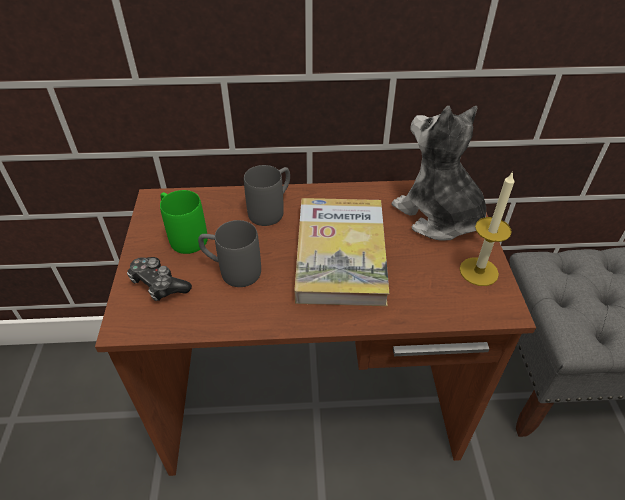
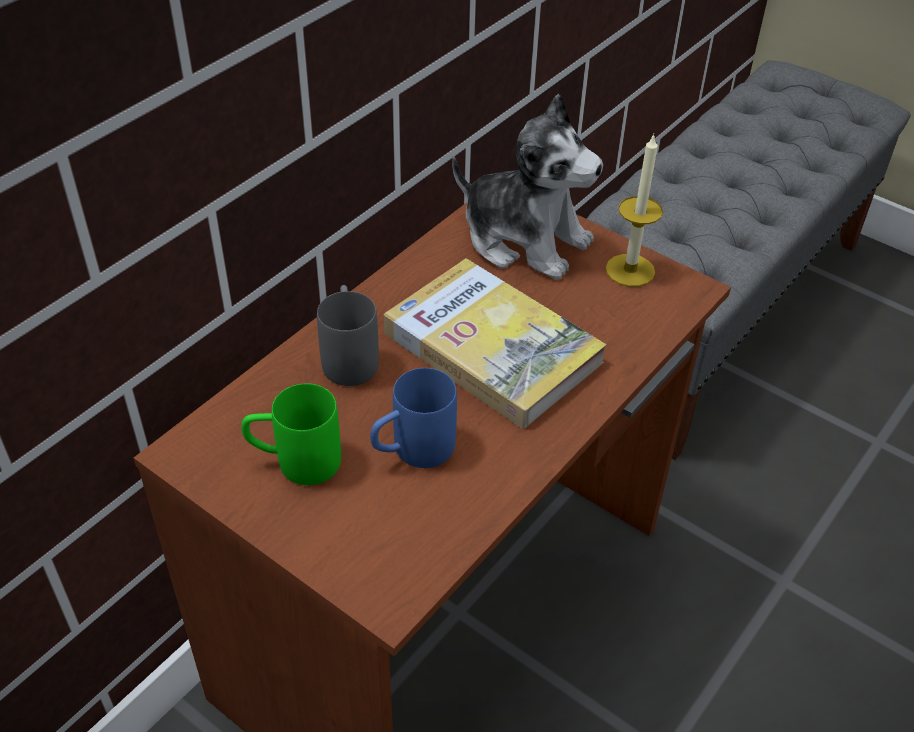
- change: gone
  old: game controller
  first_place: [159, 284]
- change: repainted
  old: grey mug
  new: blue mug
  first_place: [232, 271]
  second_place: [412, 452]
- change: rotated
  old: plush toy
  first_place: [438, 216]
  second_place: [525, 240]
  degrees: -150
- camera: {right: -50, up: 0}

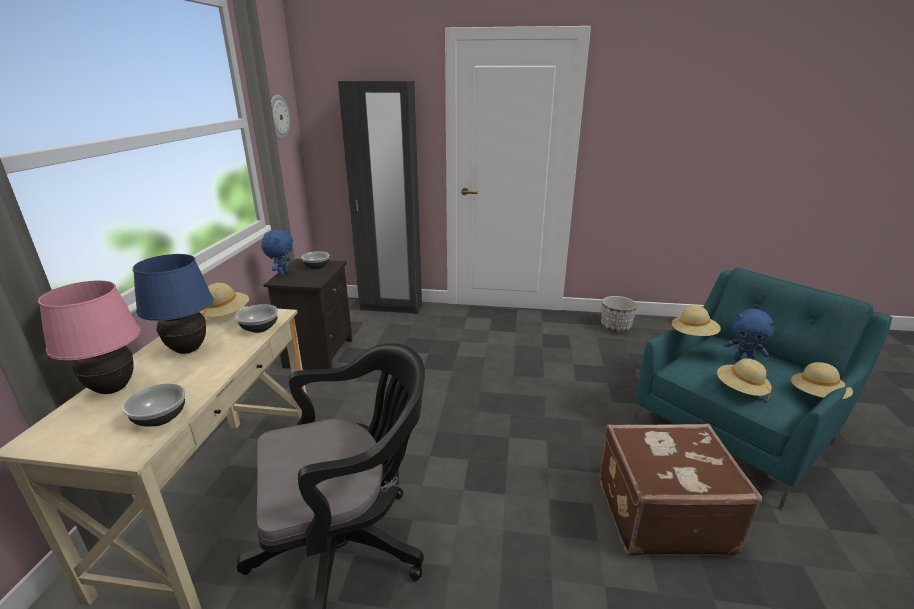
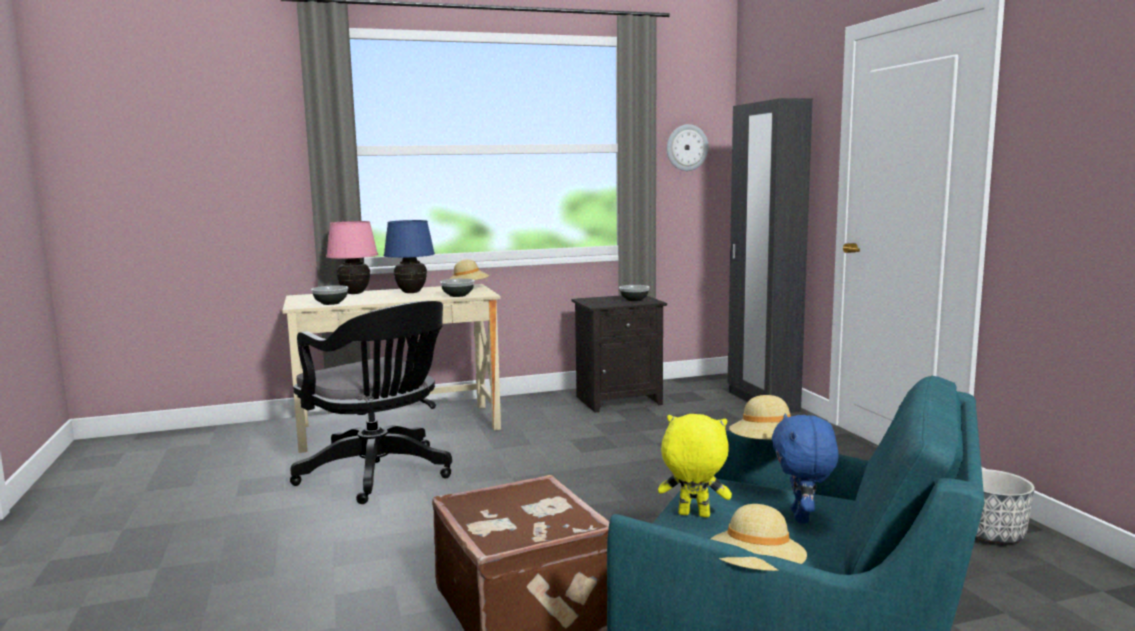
- change: gone
  old: blue plush toy
  first_place: [282, 274]
- change: swapped
  old: beige hat
  new: yellow plush toy
  first_place: [740, 390]
  second_place: [693, 515]
- camera: {right: 65, up: -15}

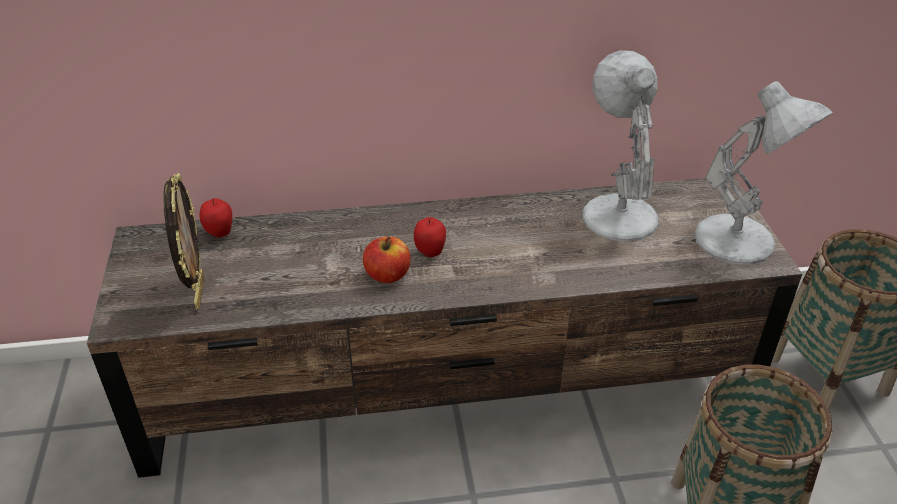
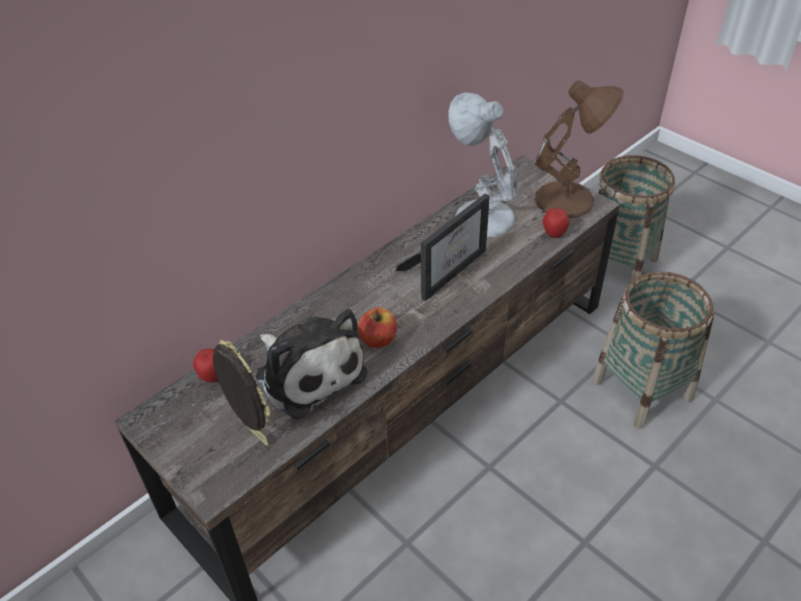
- change: shifted
  old: apple
  first_place: [430, 252]
  second_place: [554, 234]
- change: repainted
  old: white table lamp
  new: brown table lamp
  first_place: [738, 241]
  second_place: [567, 200]
- change: new
  new: plush toy
  second_place: [308, 371]
- change: new
  new: picture frame
  second_place: [447, 269]
- camera: {right: -35, up: 5}

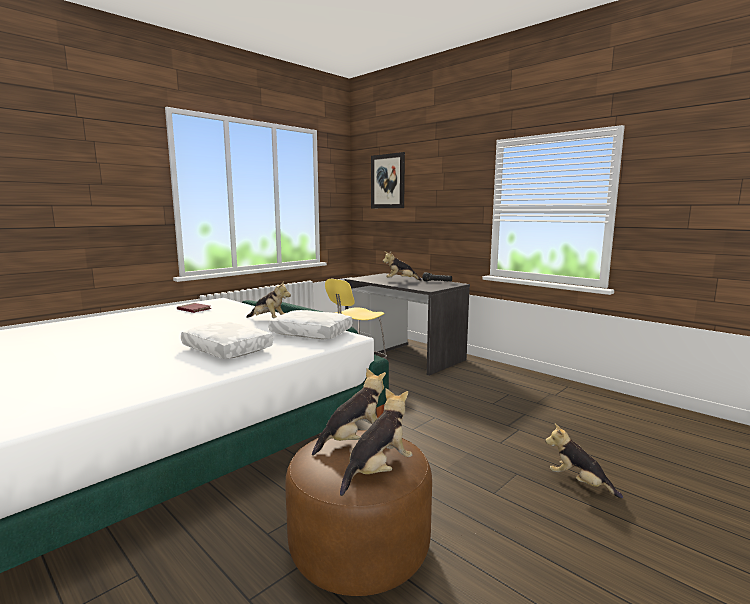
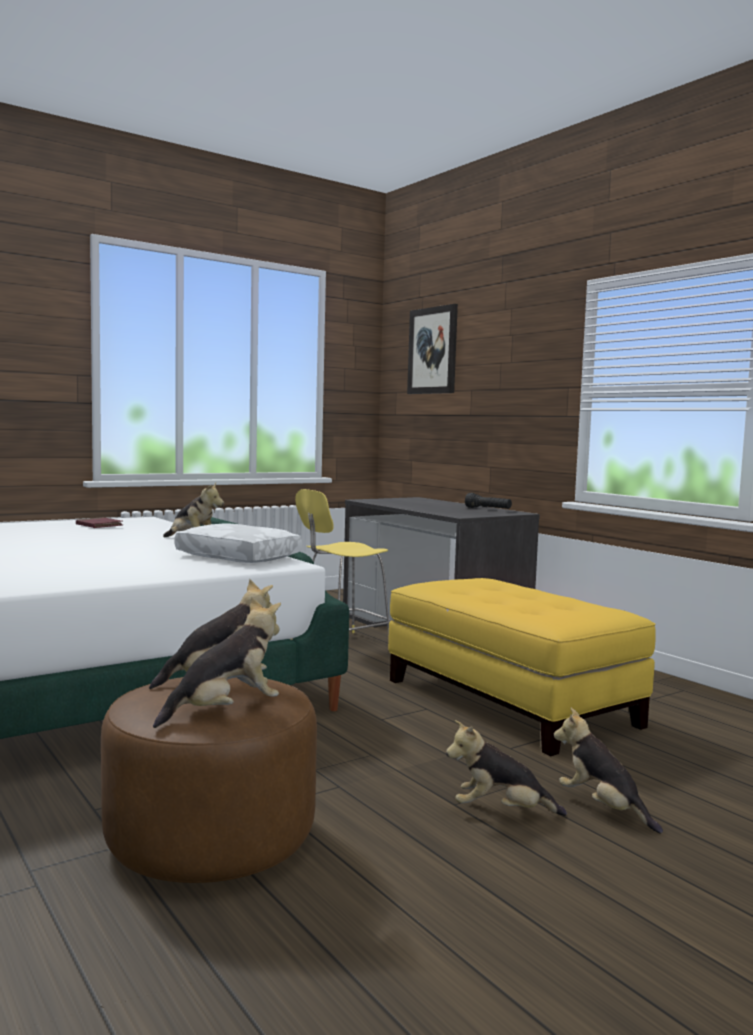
- change: gone
  old: white pillow
  first_place: [225, 349]
- change: shifted
  old: plush toy
  first_place: [400, 281]
  second_place: [501, 811]
- change: new
  new: yellow ottoman
  second_place: [510, 702]
- camera: {right: 10, up: -5}

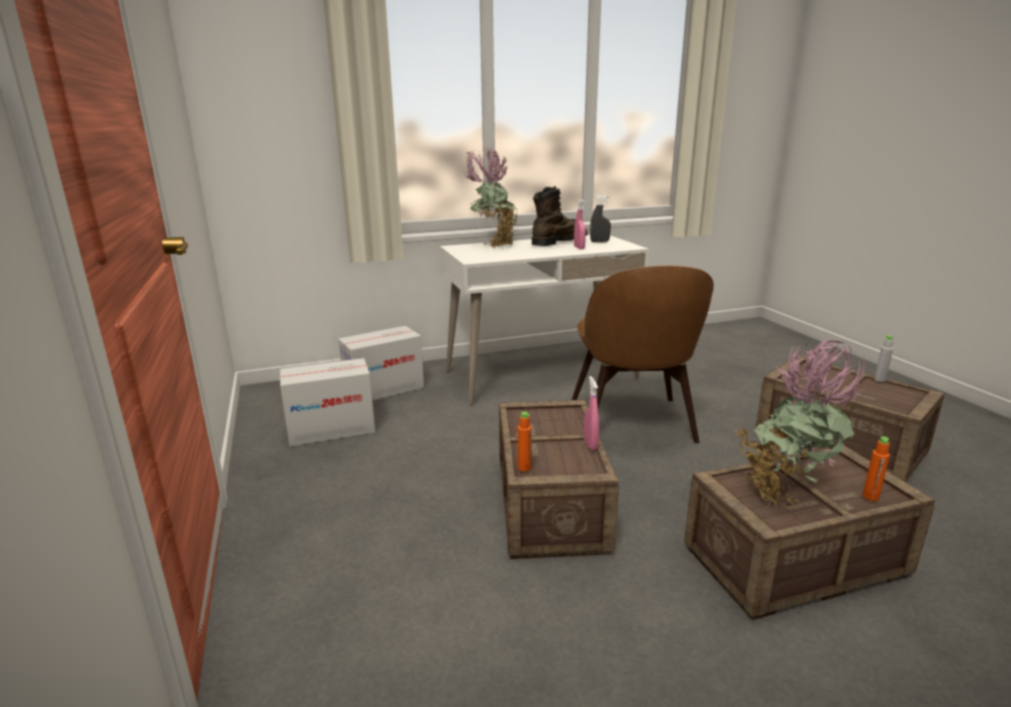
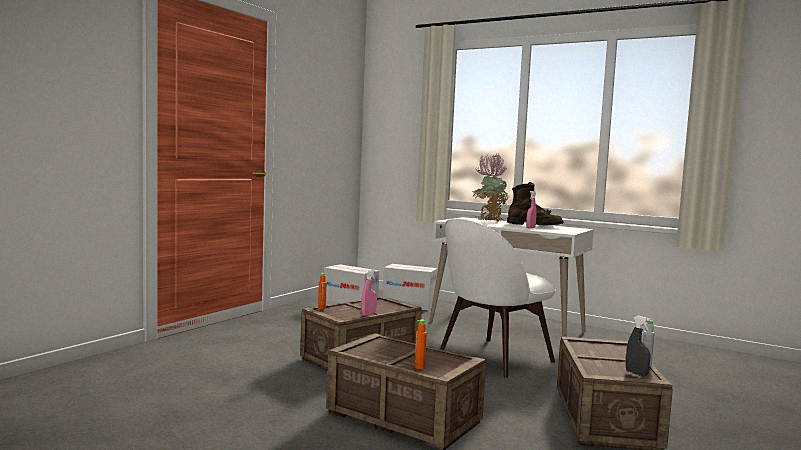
- change: repainted
  old: brown chair
  new: white chair
  first_place: [632, 423]
  second_place: [492, 358]
- change: shifted
  old: grey spray bottle
  first_place: [599, 241]
  second_place: [636, 373]
- change: gone
  old: potted plant
  first_place: [784, 494]
- camera: {right: 50, up: -15}

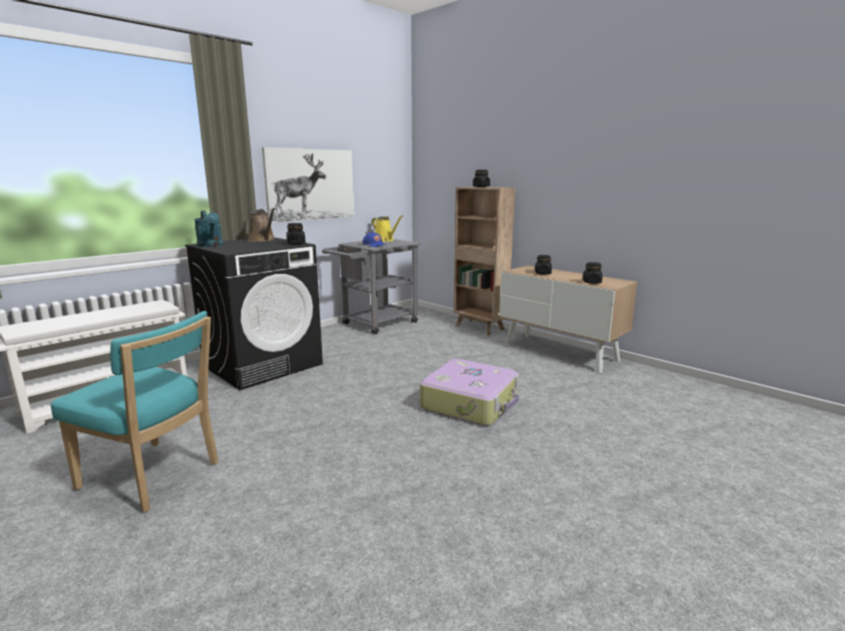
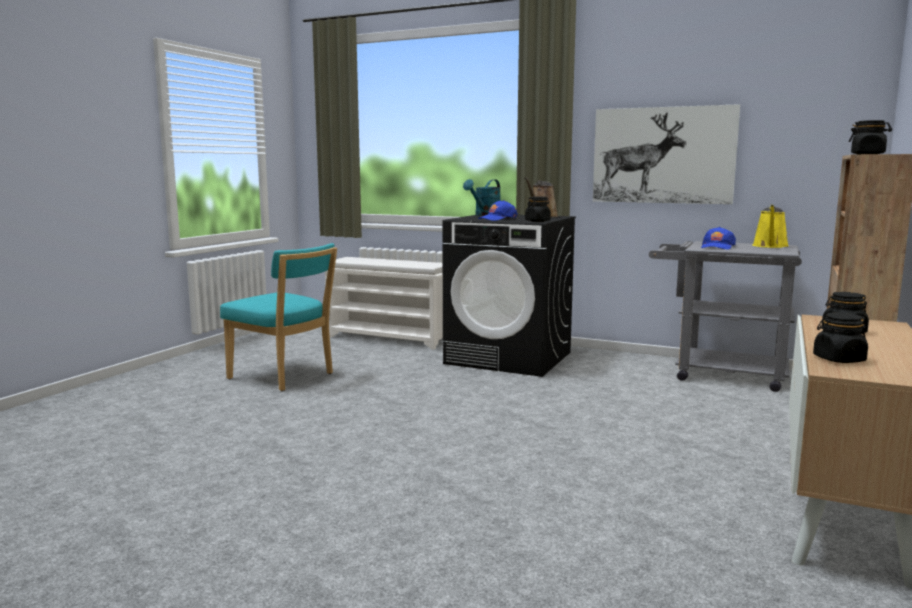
- change: rotated
  old: turquoise chair
  first_place: [154, 477]
  second_place: [284, 377]
  degrees: -60
- change: gone
  old: suitcase
  first_place: [471, 403]
- change: new
  new: blue cap
  second_place: [498, 219]
- camera: {right: 70, up: -5}

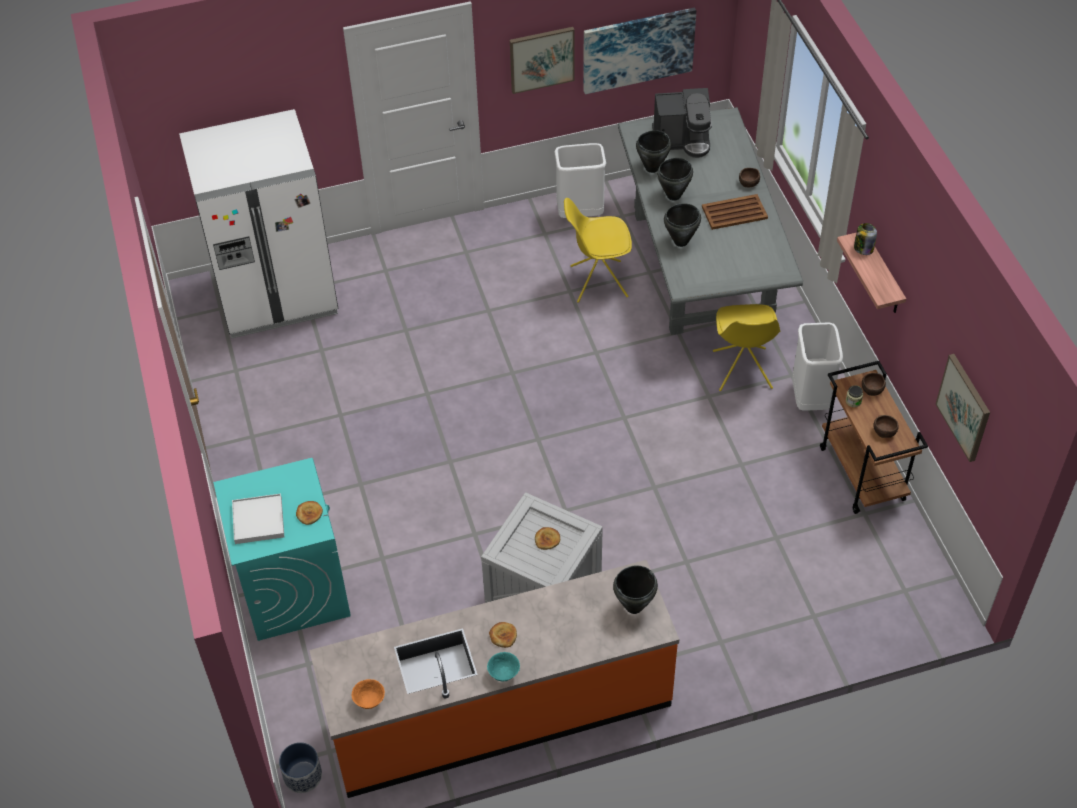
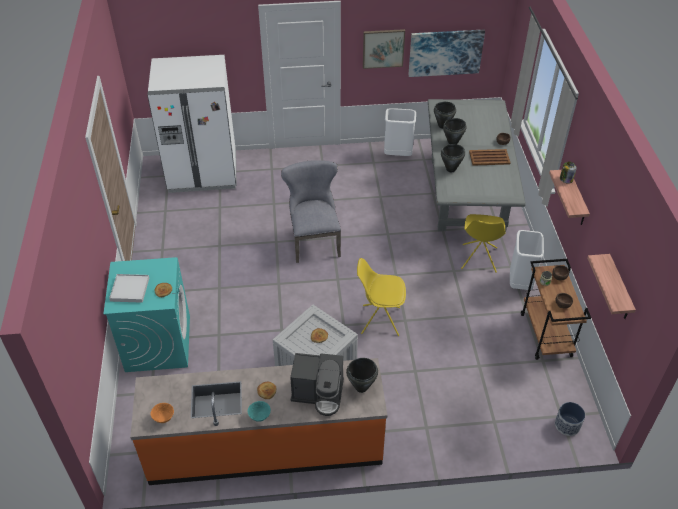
- change: shifted
  old: planter
  first_place: [303, 776]
  second_place: [567, 425]
- change: shifted
  old: yellow chair
  first_place: [597, 281]
  second_place: [379, 320]
- change: shifted
  old: coffee machine
  first_place: [682, 140]
  second_place: [319, 394]
- change: swapped
  old: picture
  new: shelf
  first_place: [964, 407]
  second_place: [619, 289]
- change: new
  new: grey chair
  second_place: [313, 240]
- camera: {right: 10, up: -5}

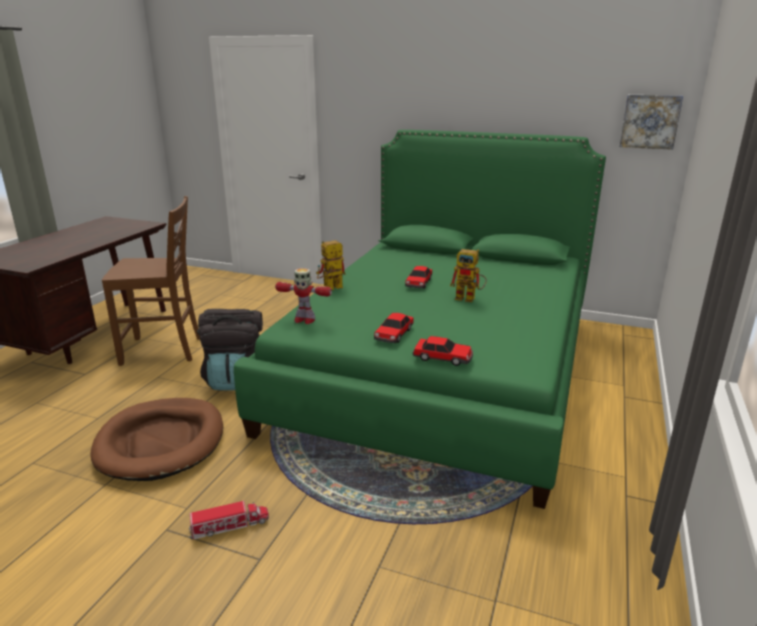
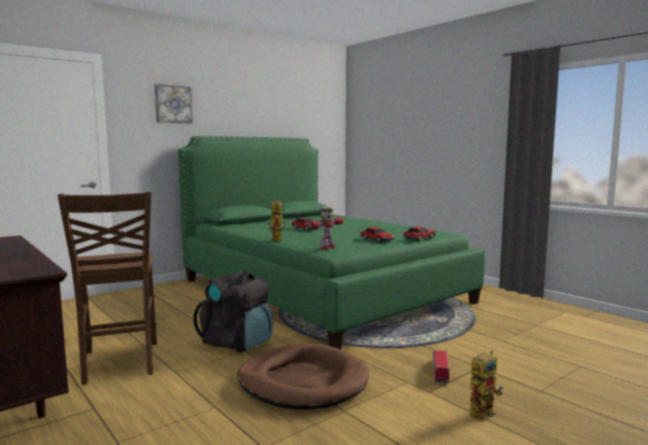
- change: rotated
  old: brown chair
  first_place: [164, 350]
  second_place: [119, 363]
  degrees: 135
- change: shifted
  old: toy robot
  first_place: [469, 298]
  second_place: [483, 411]
- change: shifted
  old: picture
  first_place: [650, 121]
  second_place: [173, 104]
- camera: {right: -60, up: -15}

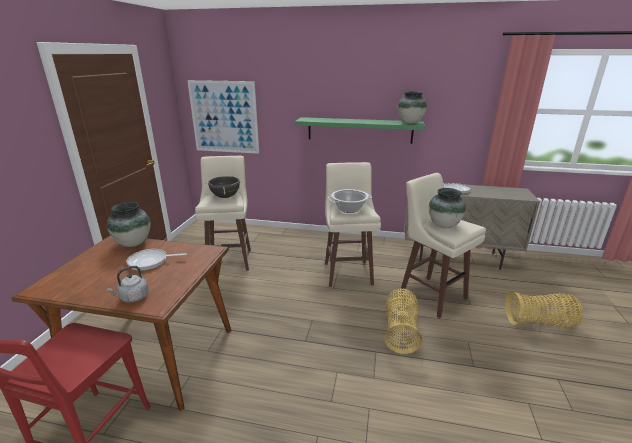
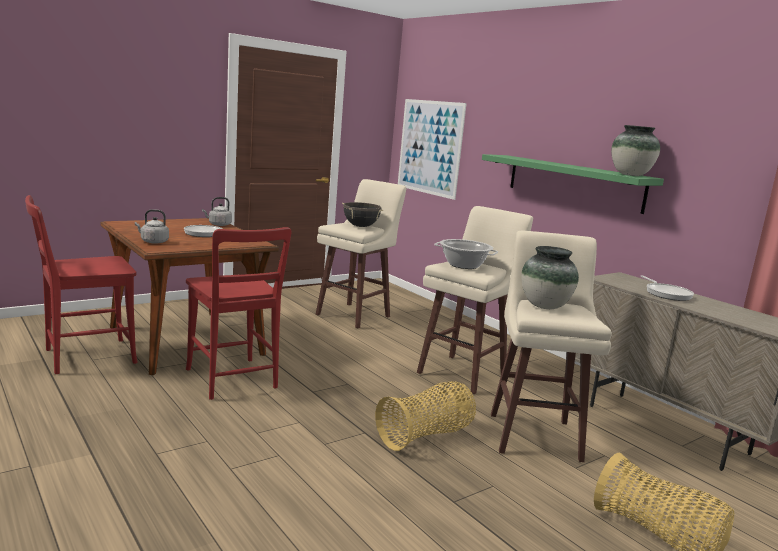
- change: swapped
  old: vase
  new: grey kettle
  first_place: [133, 243]
  second_place: [218, 224]
- change: new
  new: red chair
  second_place: [233, 381]
- camera: {right: 40, up: -10}

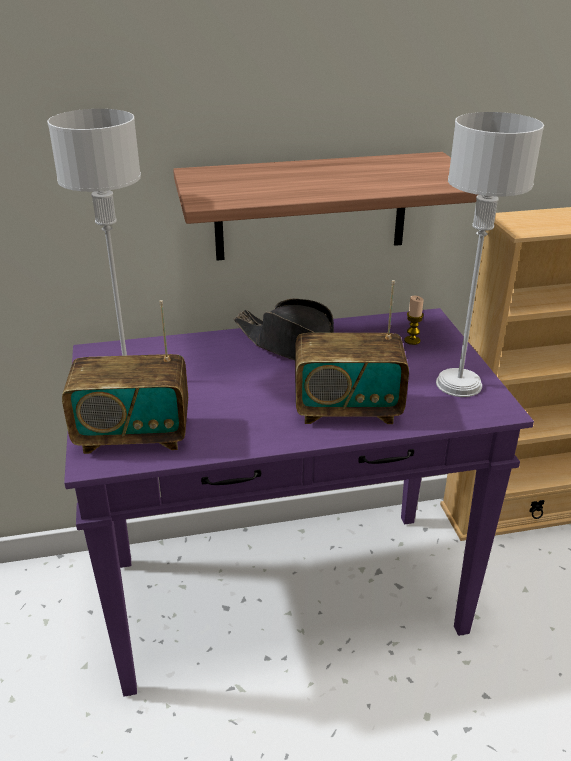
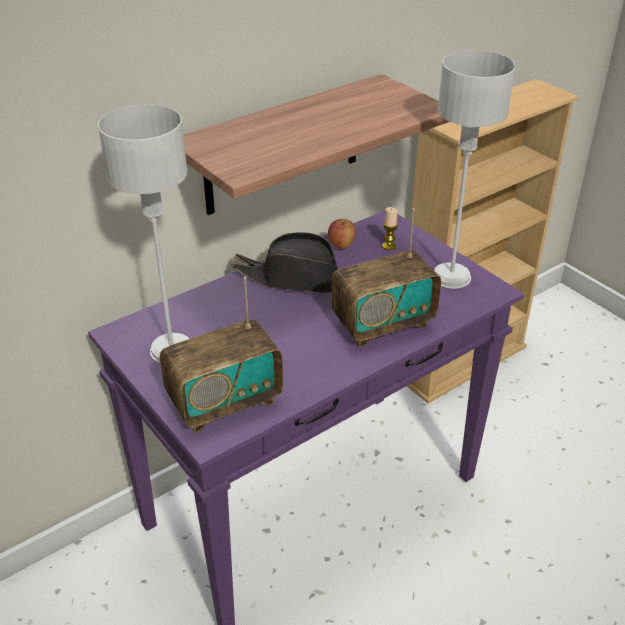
- change: new
  new: apple
  second_place: [341, 245]
- camera: {right: -25, up: 5}

